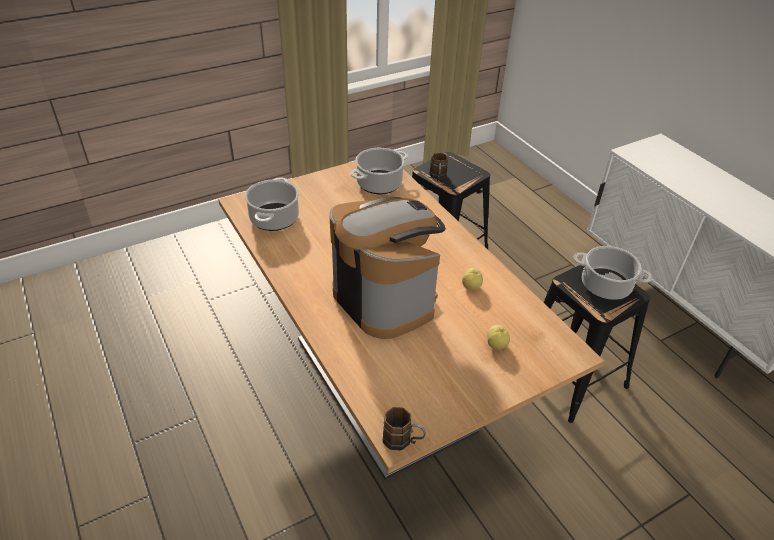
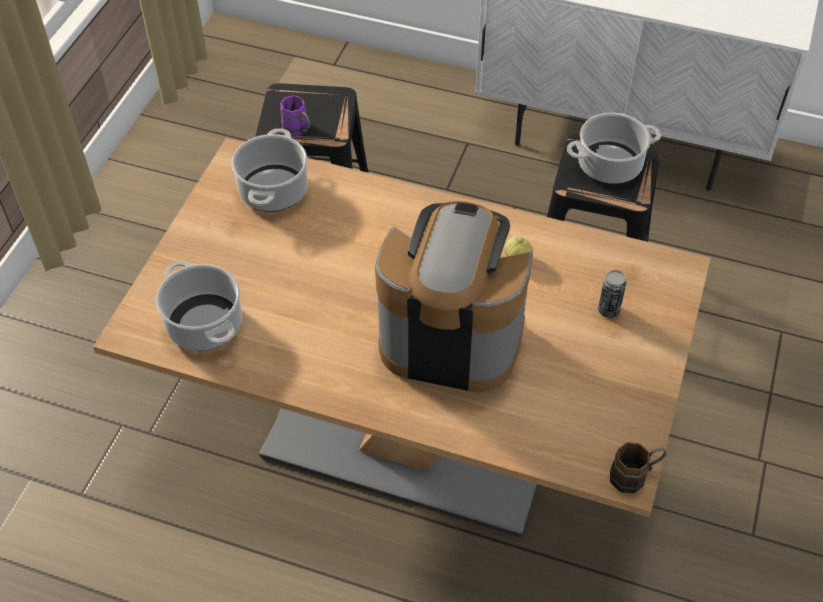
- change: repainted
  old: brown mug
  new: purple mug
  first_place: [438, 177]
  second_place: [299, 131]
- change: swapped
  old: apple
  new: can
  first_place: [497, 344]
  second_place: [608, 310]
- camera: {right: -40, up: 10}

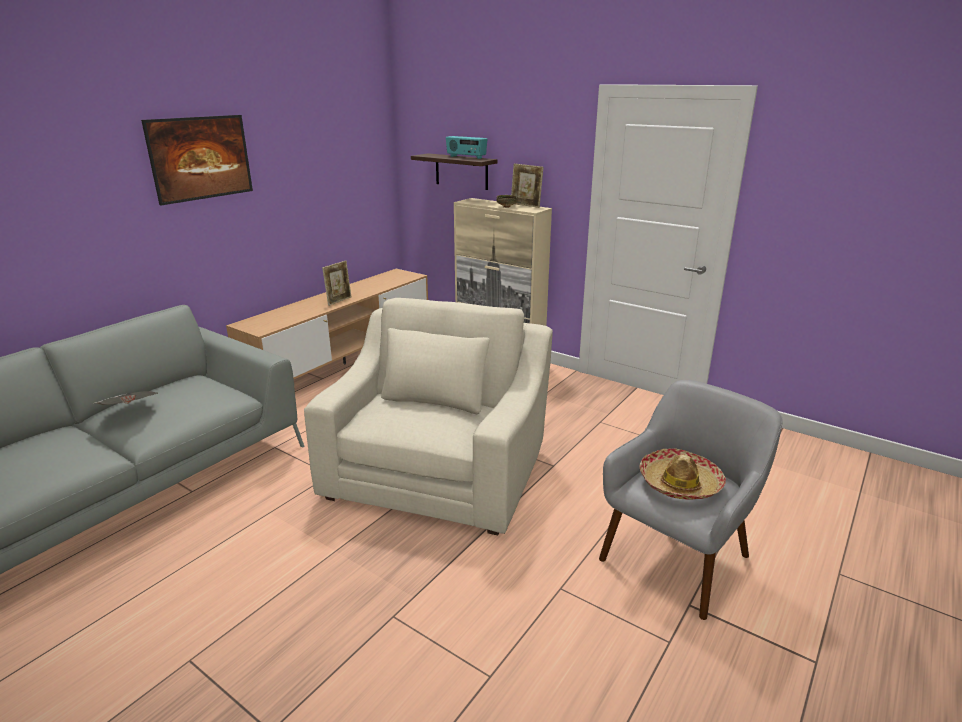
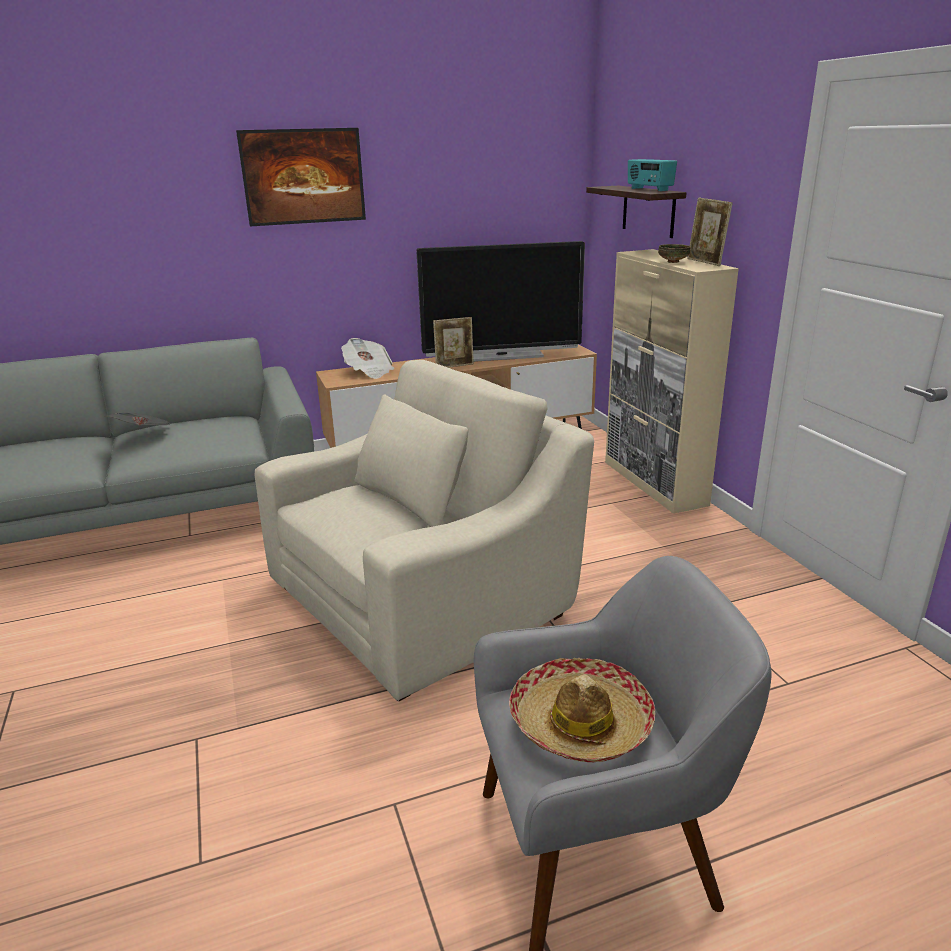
- change: new
  new: newspaper
  second_place: [369, 372]
- change: new
  new: television
  second_place: [501, 356]
- camera: {right: 35, up: 0}

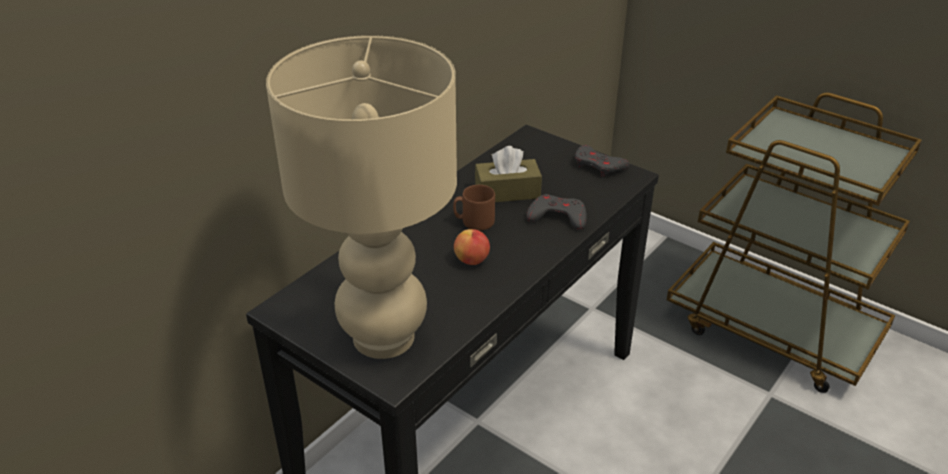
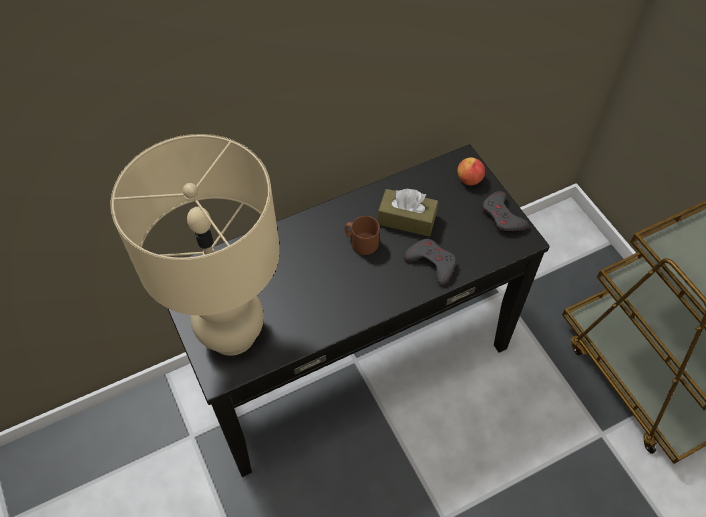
- change: shifted
  old: apple
  first_place: [472, 260]
  second_place: [469, 179]
- camera: {right: 25, up: 20}

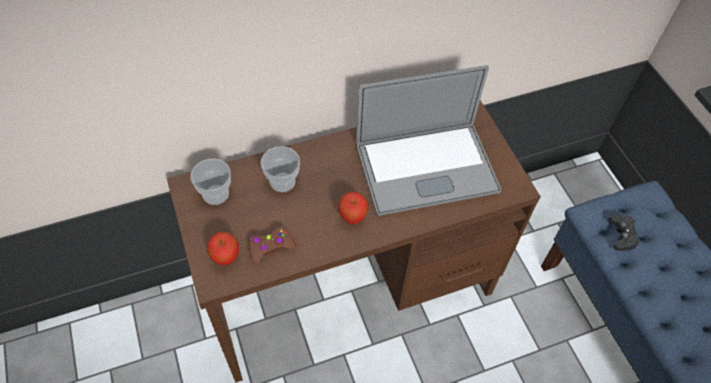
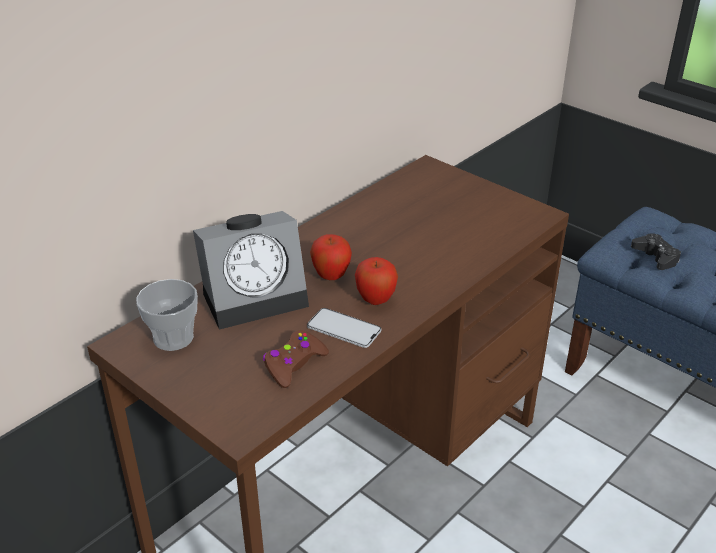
- change: shifted
  old: apple
  first_place: [226, 258]
  second_place: [331, 276]
- change: swapped
  old: cup
  new: alarm clock
  first_place: [282, 181]
  second_place: [257, 296]
- change: gone
  old: laptop
  first_place: [426, 168]
- change: new
  new: phone
  second_place: [344, 328]
- camera: {right: -25, up: -20}

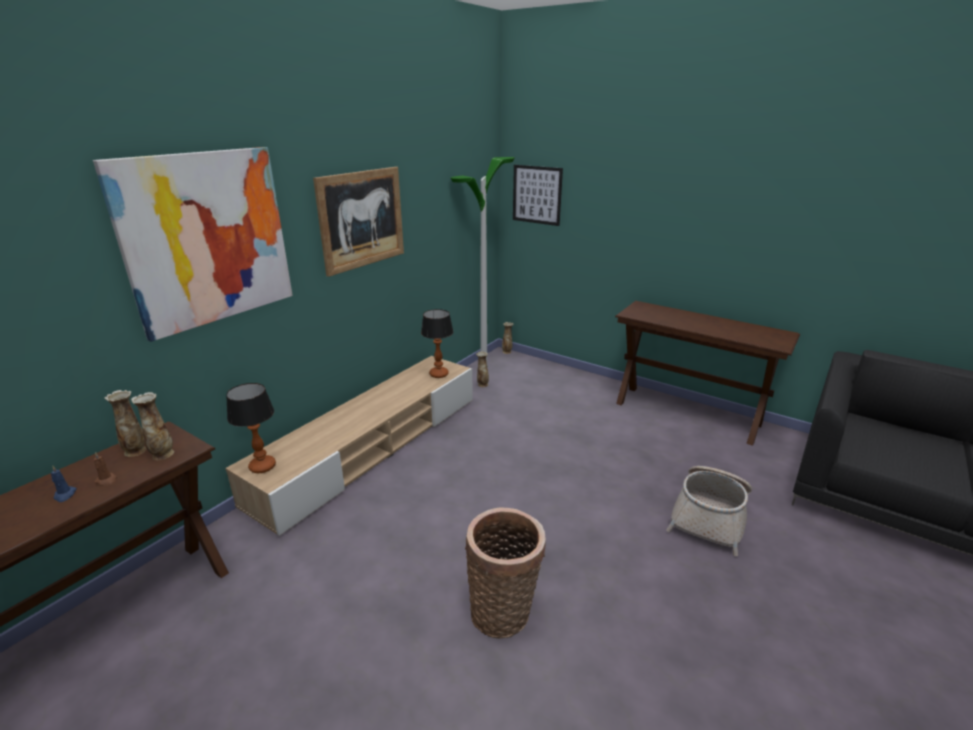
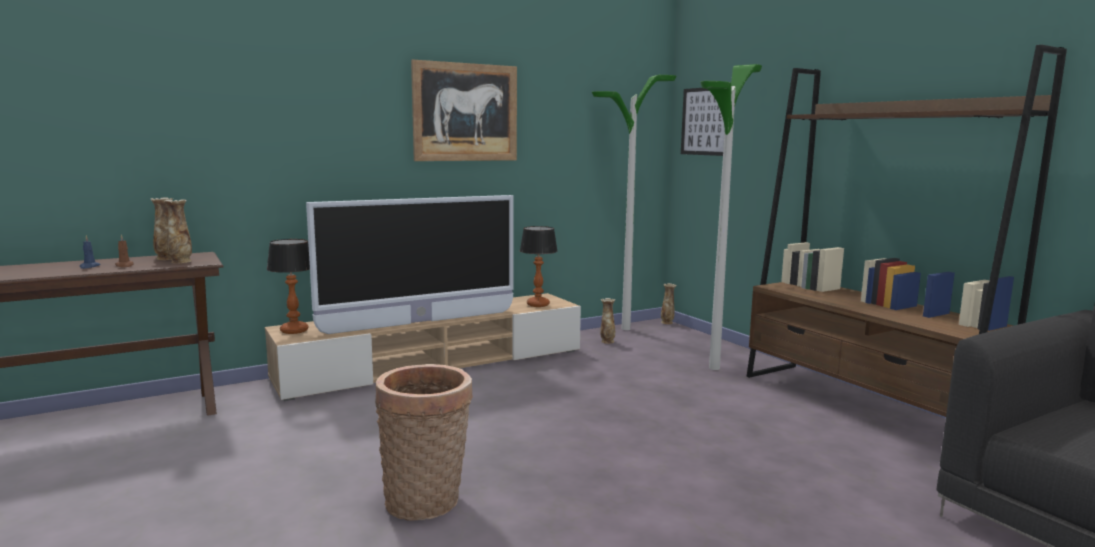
- change: gone
  old: picture
  first_place: [207, 239]
- change: swapped
  old: brown console table
  new: brown bookcase
  first_place: [687, 413]
  second_place: [862, 406]
- change: gone
  old: basket
  first_place: [709, 516]
- change: new
  new: television
  second_place: [420, 322]
- change: new
  new: floor lamp
  second_place: [714, 368]
- camera: {right: 25, up: -15}

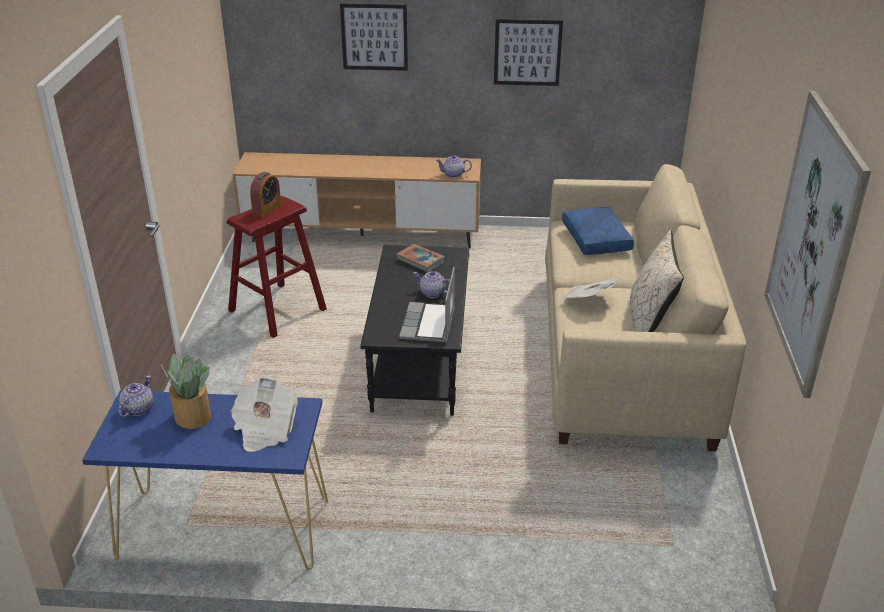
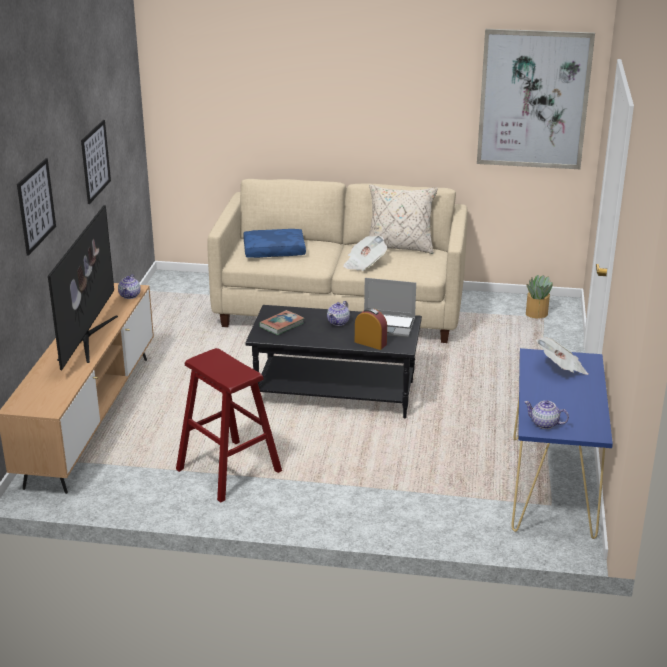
- change: shifted
  old: potted plant
  first_place: [192, 416]
  second_place: [536, 313]
- change: shifted
  old: alarm clock
  first_place: [267, 209]
  second_place: [370, 343]
- change: new
  new: television
  second_place: [87, 338]
- camera: {right: -85, up: -5}

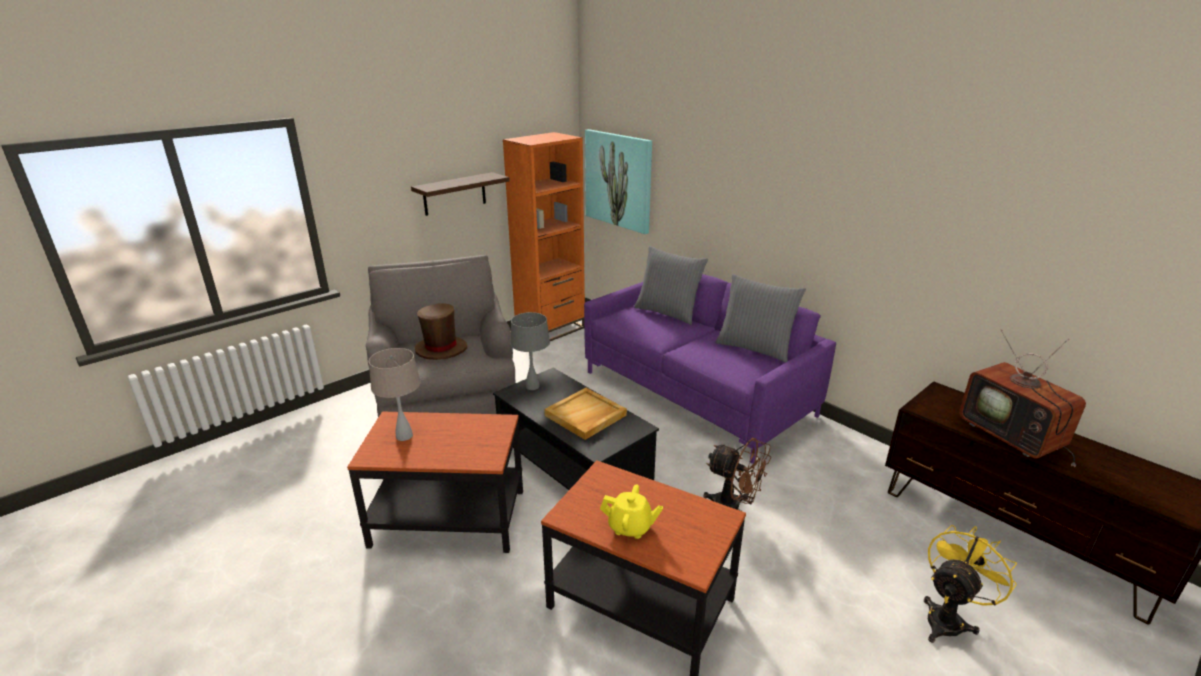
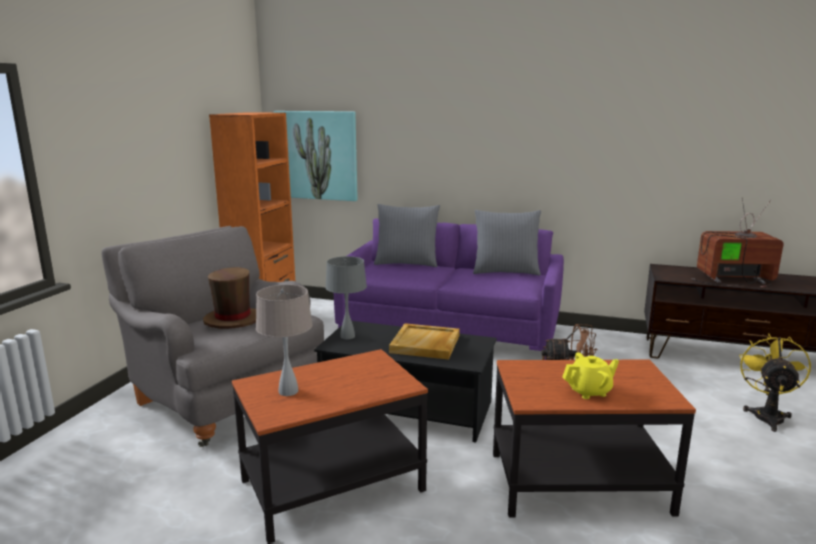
- change: gone
  old: shelf
  first_place: [454, 194]
- change: rotated
  old: television
  first_place: [1014, 436]
  second_place: [733, 279]
  degrees: 150
- camera: {right: -30, up: -10}

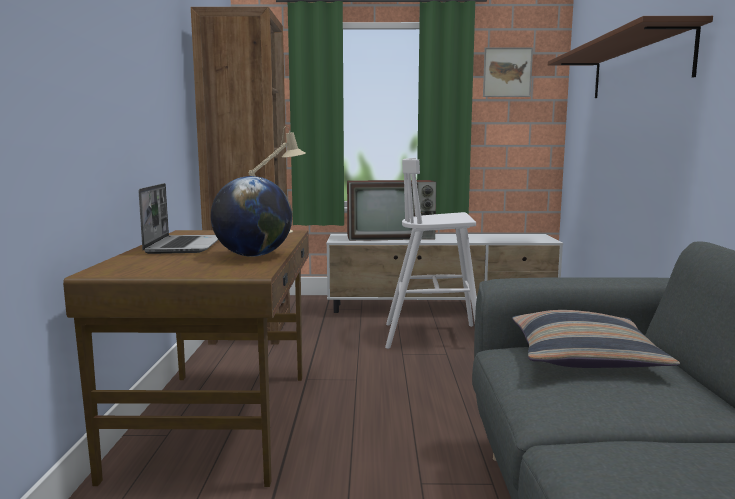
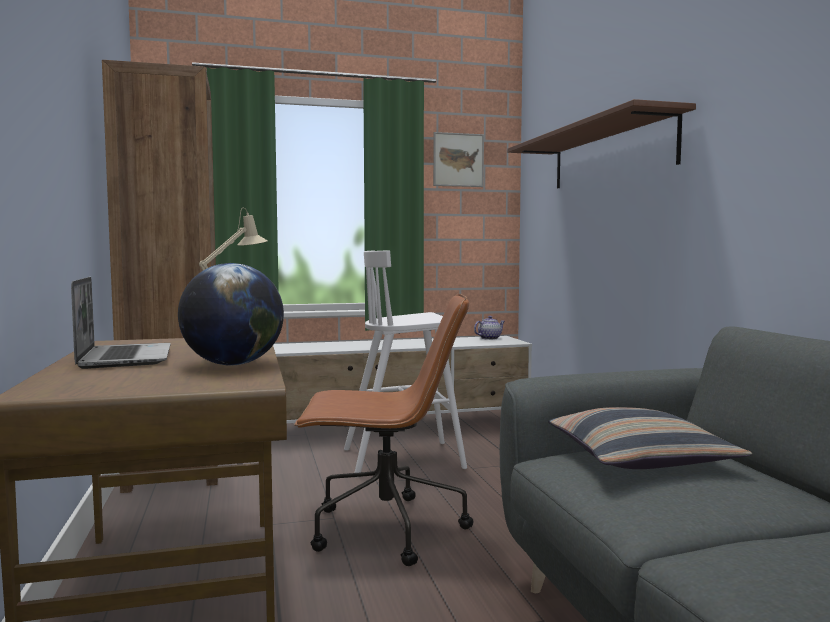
- change: gone
  old: television
  first_place: [392, 237]
- change: new
  new: brown office chair
  second_place: [384, 529]
- change: new
  new: teapot
  second_place: [489, 338]
- camera: {right: -15, up: -5}

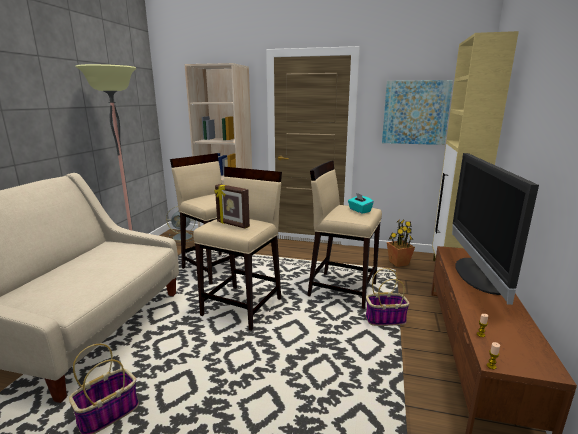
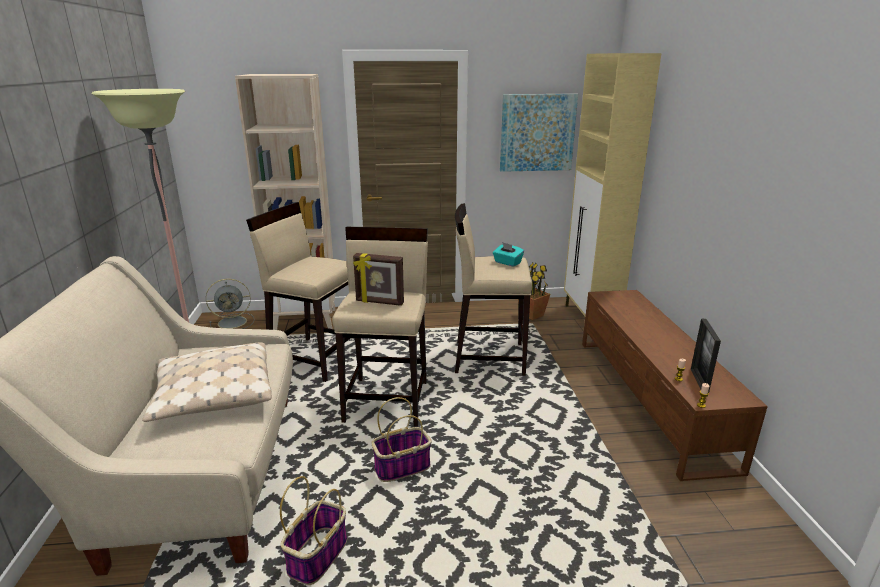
- change: shifted
  old: basket
  first_place: [385, 319]
  second_place: [402, 466]
- change: gone
  old: television
  first_place: [477, 275]
- change: new
  new: beige pillow
  second_place: [214, 394]
- change: new
  new: picture frame
  second_place: [699, 381]
- camera: {right: -20, up: 5}

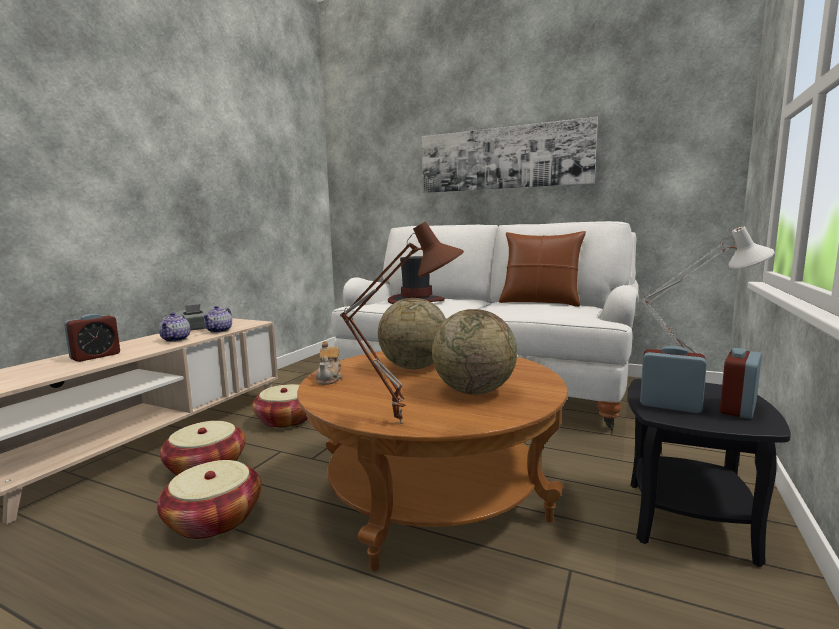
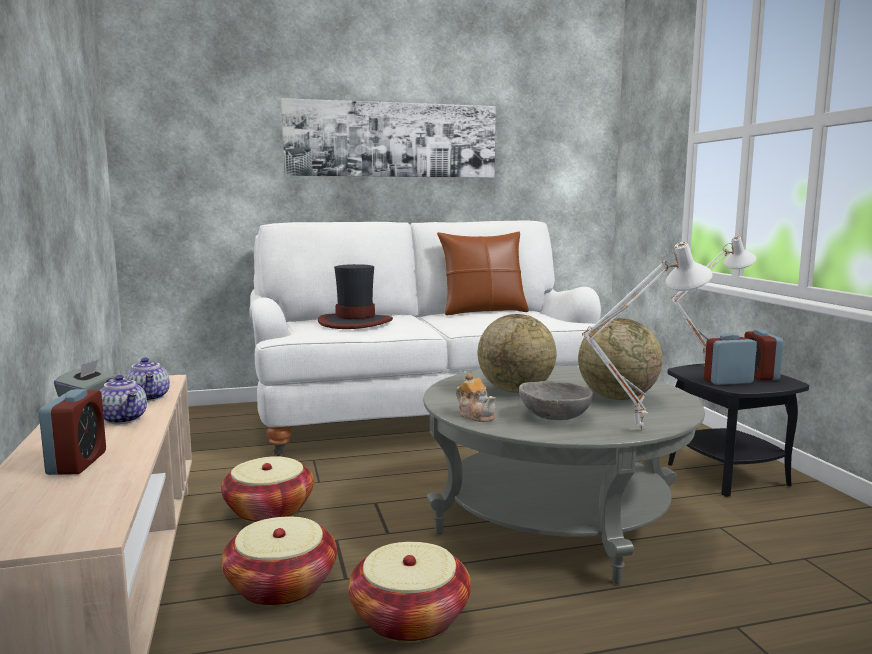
- change: repainted
  old: brown coffee table
  new: grey coffee table
  first_place: [433, 493]
  second_place: [555, 518]
- change: repainted
  old: brown table lamp
  new: white table lamp
  first_place: [401, 422]
  second_place: [638, 429]
- change: new
  new: grey bowl
  second_place: [554, 416]
- camera: {right: -40, up: 0}

